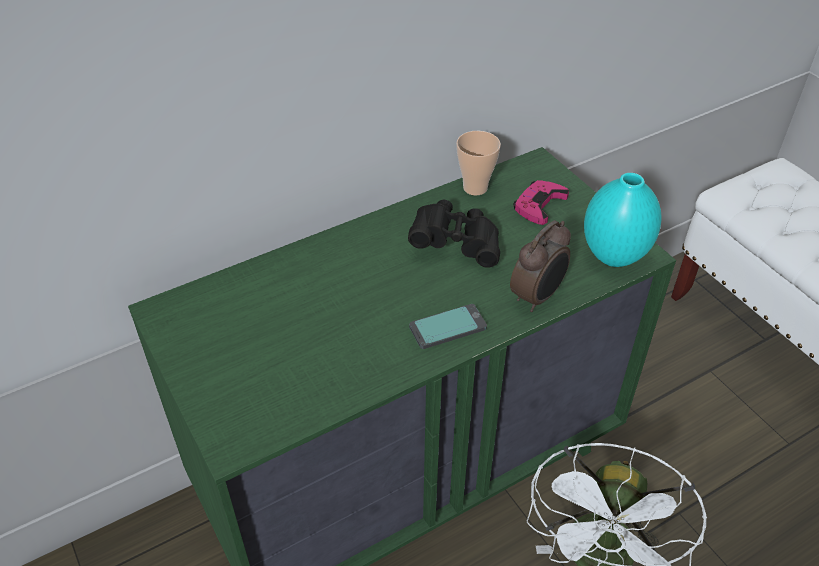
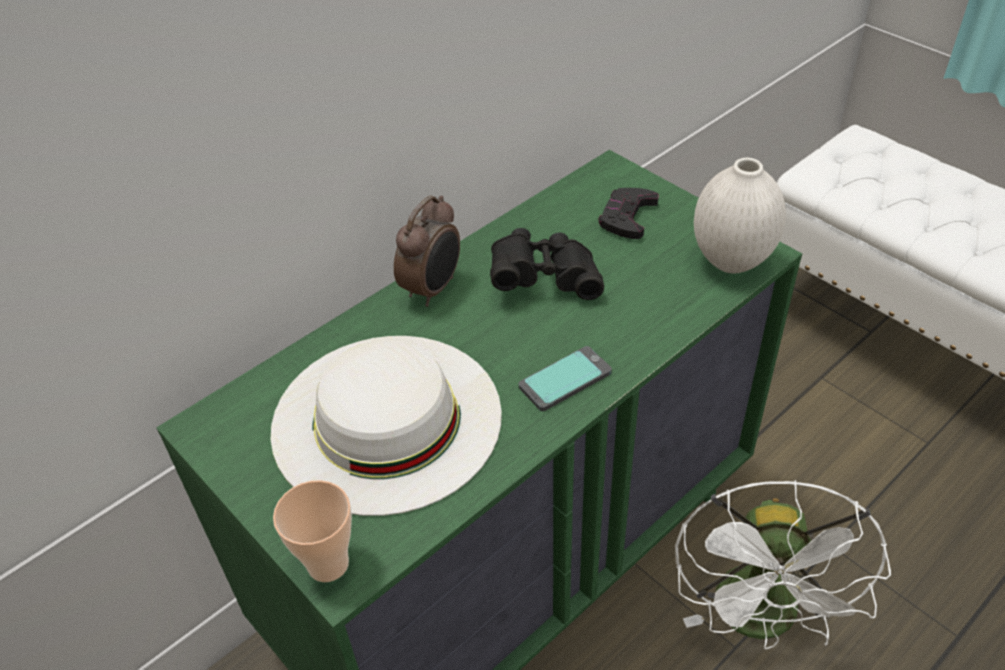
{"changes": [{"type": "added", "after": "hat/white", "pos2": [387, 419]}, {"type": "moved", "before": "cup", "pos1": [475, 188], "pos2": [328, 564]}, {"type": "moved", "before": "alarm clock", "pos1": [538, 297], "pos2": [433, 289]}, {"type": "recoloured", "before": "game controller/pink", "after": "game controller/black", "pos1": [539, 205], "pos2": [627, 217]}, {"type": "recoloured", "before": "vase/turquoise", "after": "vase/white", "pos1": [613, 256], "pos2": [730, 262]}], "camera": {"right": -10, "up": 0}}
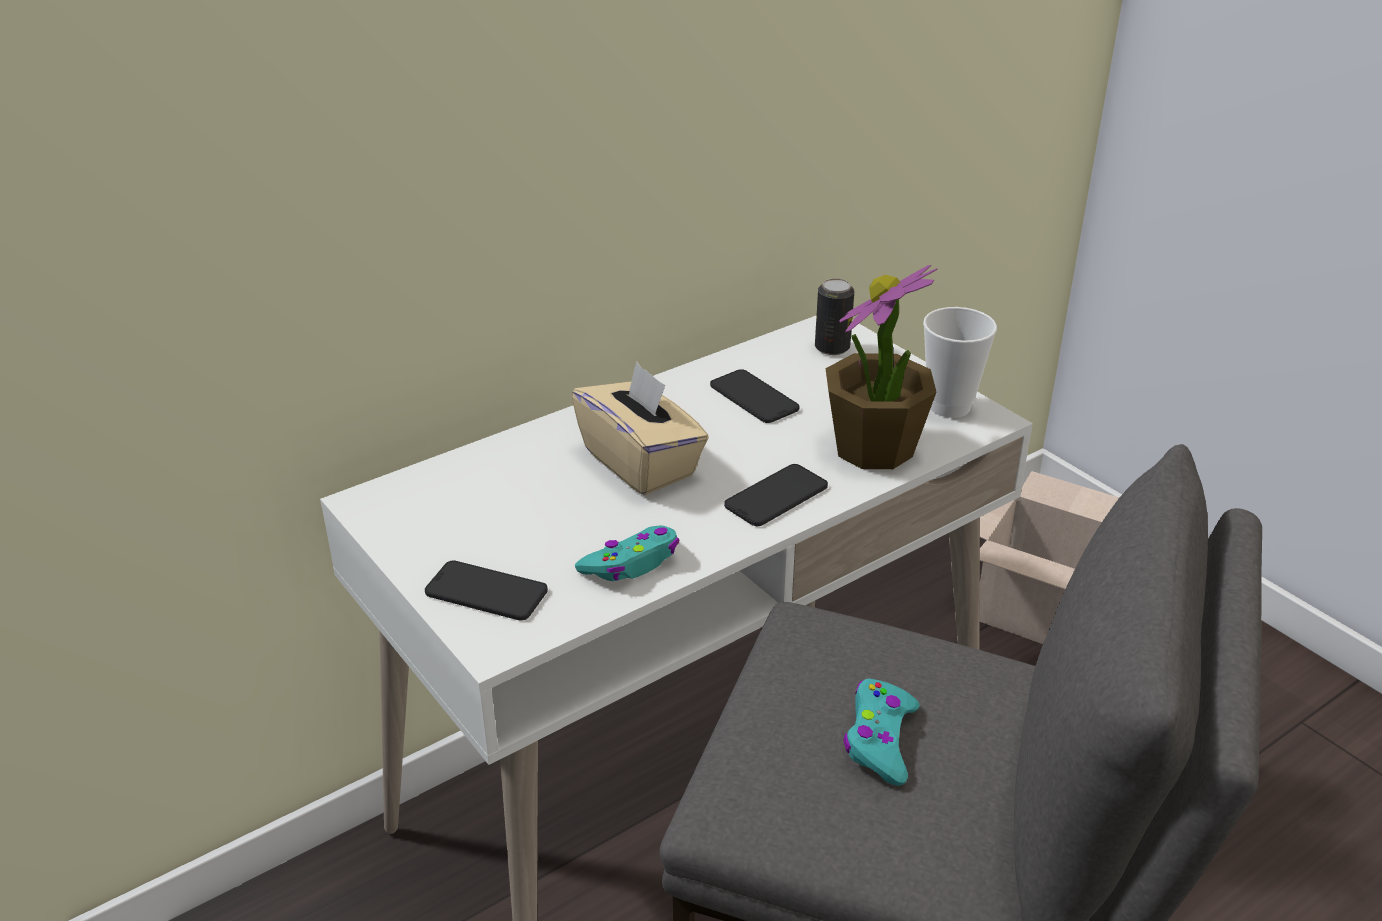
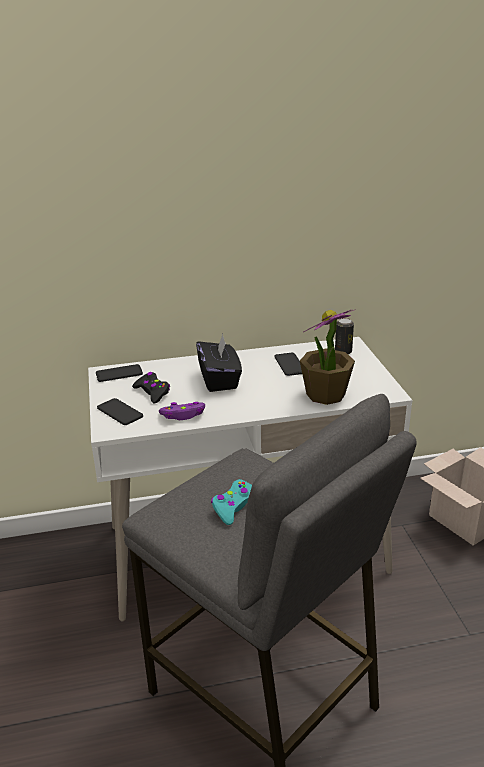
{"changes": [{"type": "moved", "before": "phone", "pos1": [776, 496], "pos2": [119, 374]}, {"type": "added", "after": "game controller/black", "pos2": [152, 392]}, {"type": "recoloured", "before": "game controller/turquoise", "after": "game controller/purple", "pos1": [632, 563], "pos2": [183, 415]}, {"type": "recoloured", "before": "tissue box/beige", "after": "tissue box/black", "pos1": [641, 463], "pos2": [219, 380]}, {"type": "removed", "before": "cup", "pos1": [949, 406]}], "camera": {"right": 25, "up": -5}}
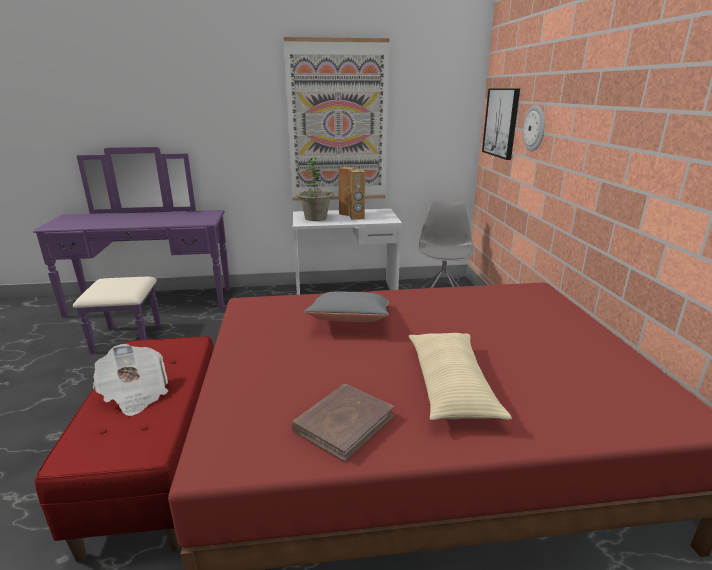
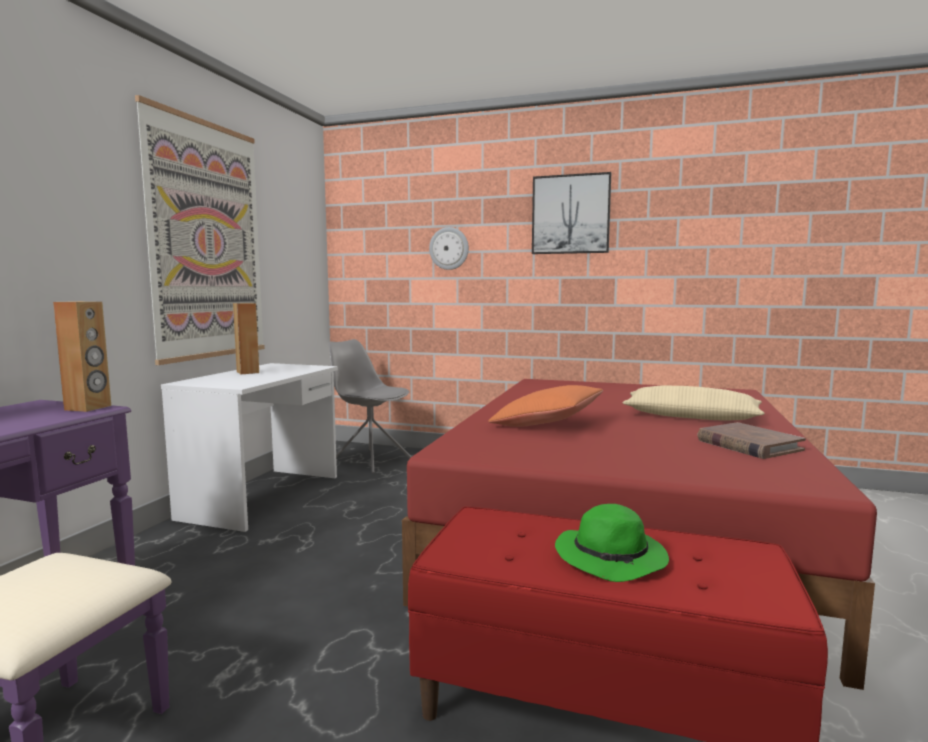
{"changes": [{"type": "moved", "before": "speaker/brown", "pos1": [357, 218], "pos2": [88, 408]}, {"type": "recoloured", "before": "pillow/grey", "after": "pillow/orange", "pos1": [350, 320], "pos2": [546, 424]}, {"type": "moved", "before": "picture", "pos1": [501, 122], "pos2": [570, 214]}, {"type": "replaced", "before": "newspaper", "after": "hat/green", "pos1": [135, 394], "pos2": [612, 558]}, {"type": "removed", "before": "potted plant", "pos1": [315, 218]}], "camera": {"right": -65, "up": -15}}
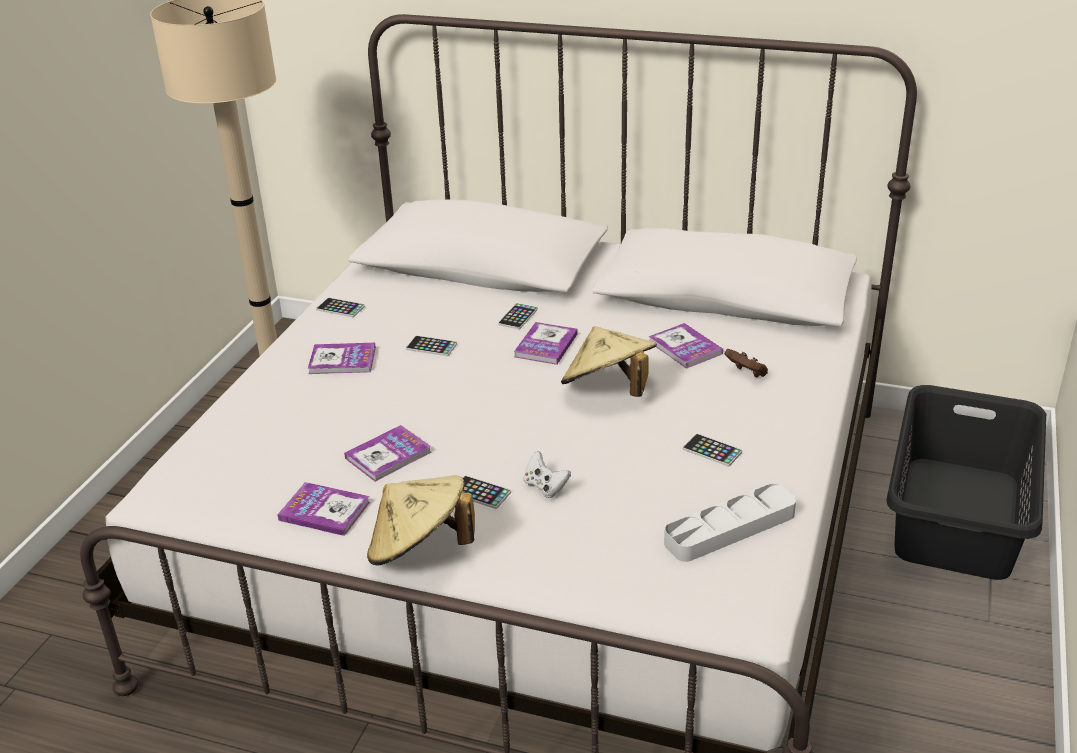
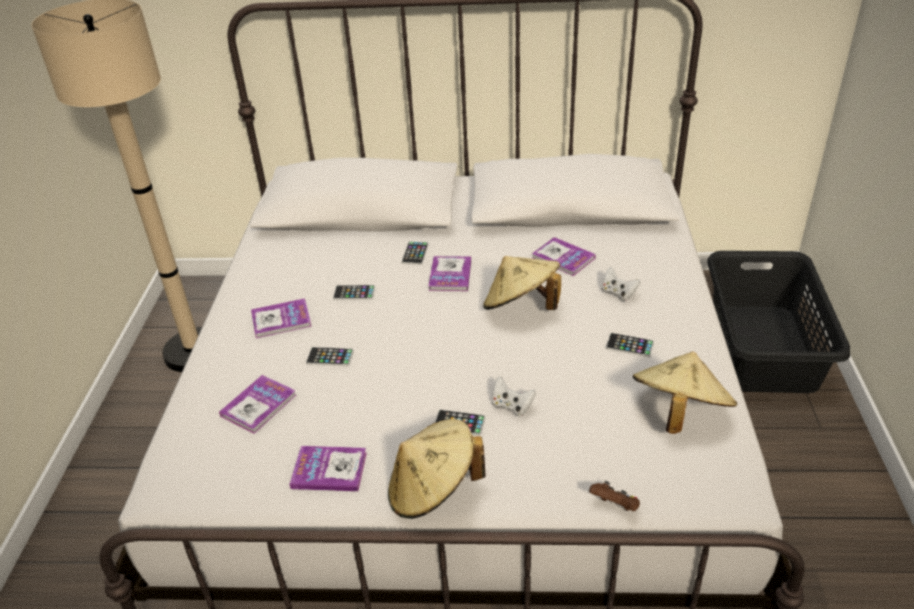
{"changes": [{"type": "moved", "before": "book", "pos1": [388, 455], "pos2": [258, 405]}, {"type": "moved", "before": "phone", "pos1": [340, 308], "pos2": [330, 357]}, {"type": "moved", "before": "game controller/brown", "pos1": [747, 373], "pos2": [615, 506]}, {"type": "added", "after": "game controller/white", "pos2": [618, 293]}, {"type": "replaced", "before": "tray/grey", "after": "hat/beige", "pos1": [730, 528], "pos2": [678, 413]}], "camera": {"right": -15, "up": 5}}
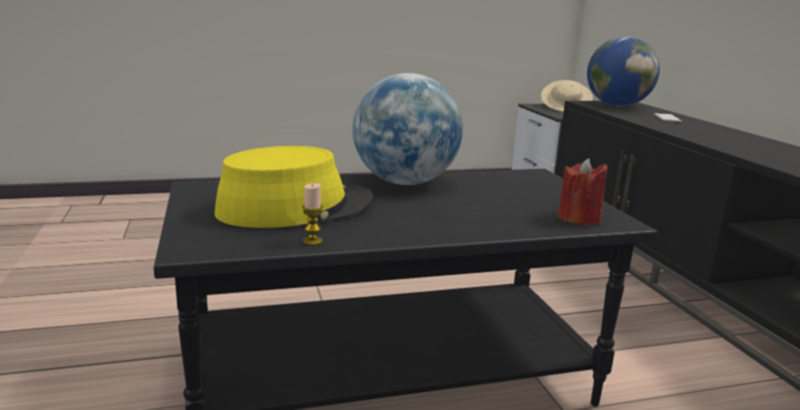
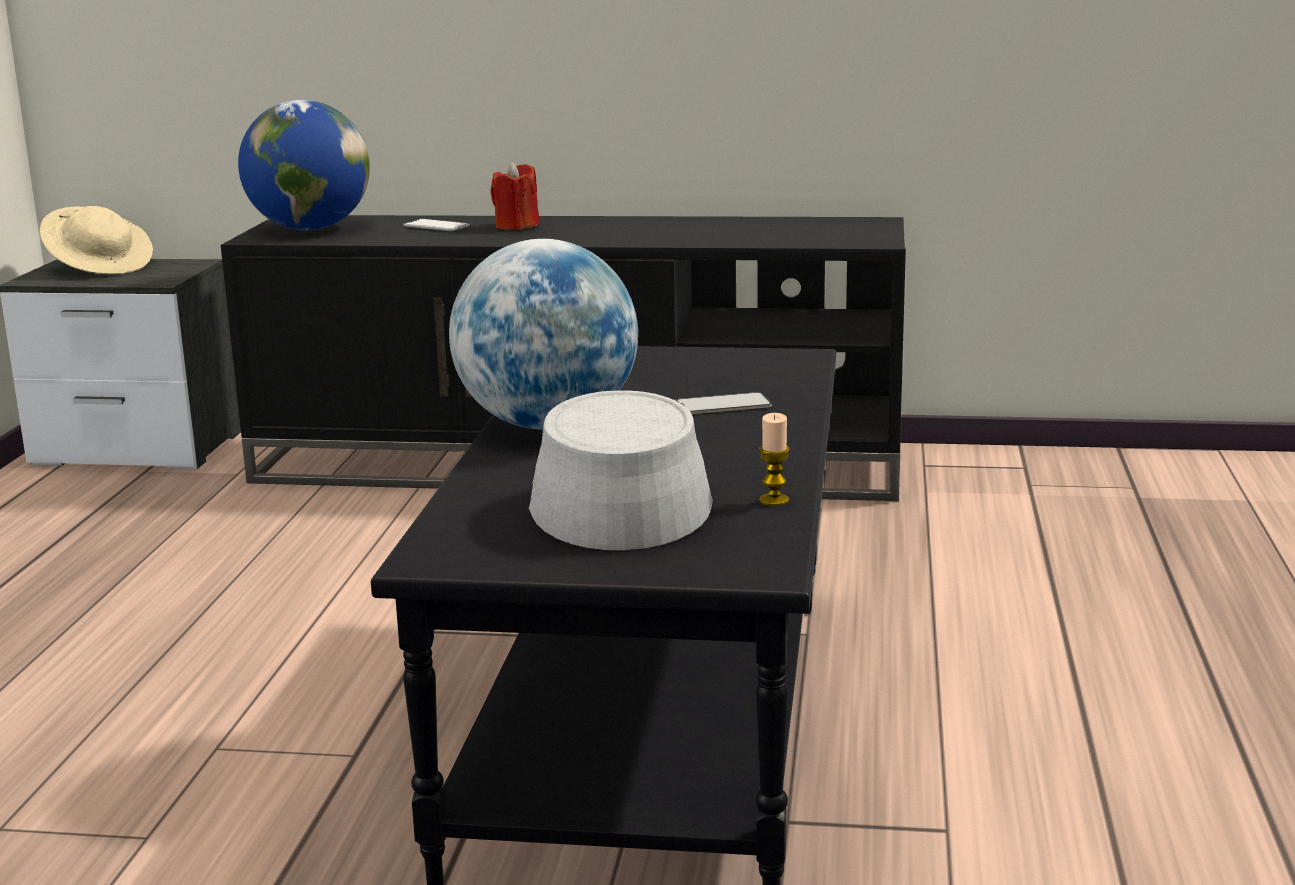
{"changes": [{"type": "moved", "before": "candle/red", "pos1": [579, 218], "pos2": [516, 226]}, {"type": "recoloured", "before": "hat/yellow", "after": "hat/grey", "pos1": [295, 207], "pos2": [618, 498]}, {"type": "added", "after": "phone", "pos2": [723, 404]}], "camera": {"right": -65, "up": 0}}
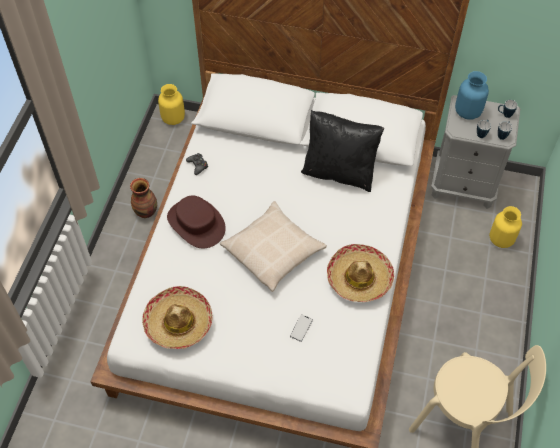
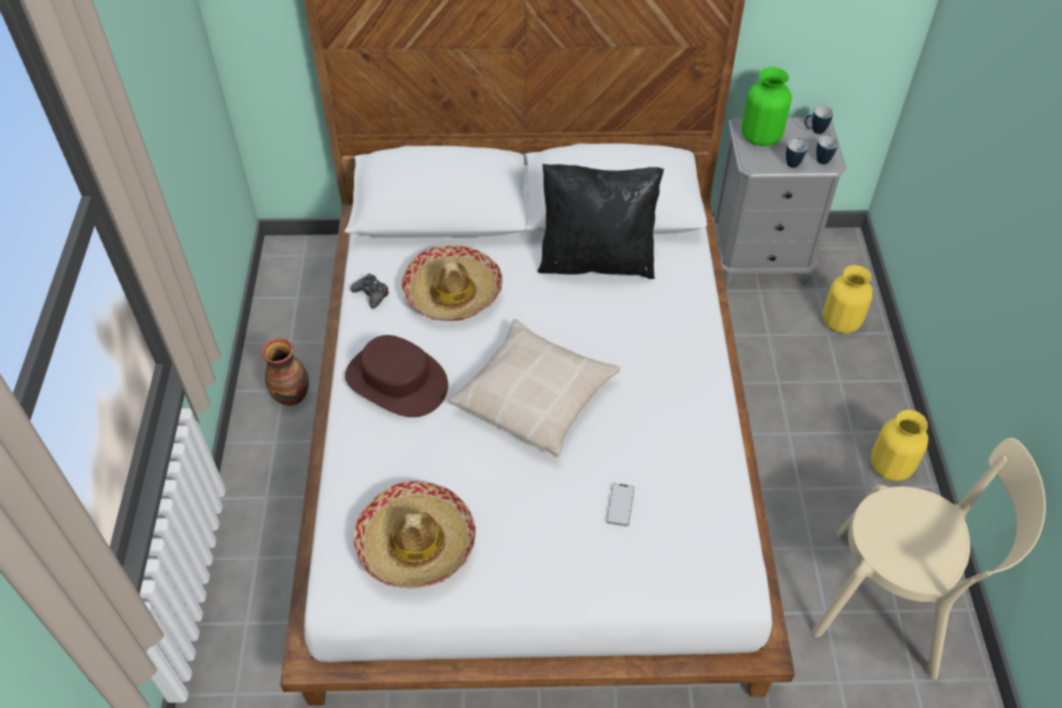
{"changes": [{"type": "moved", "before": "hat", "pos1": [359, 278], "pos2": [453, 292]}, {"type": "recoloured", "before": "vase/blue", "after": "vase/green", "pos1": [468, 111], "pos2": [761, 136]}, {"type": "moved", "before": "vase/yellow", "pos1": [173, 118], "pos2": [890, 466]}], "camera": {"right": -15, "up": -5}}
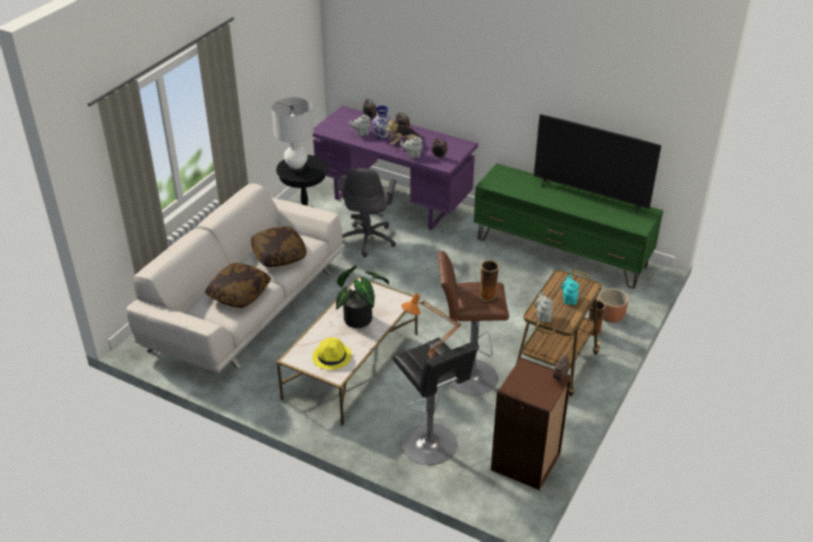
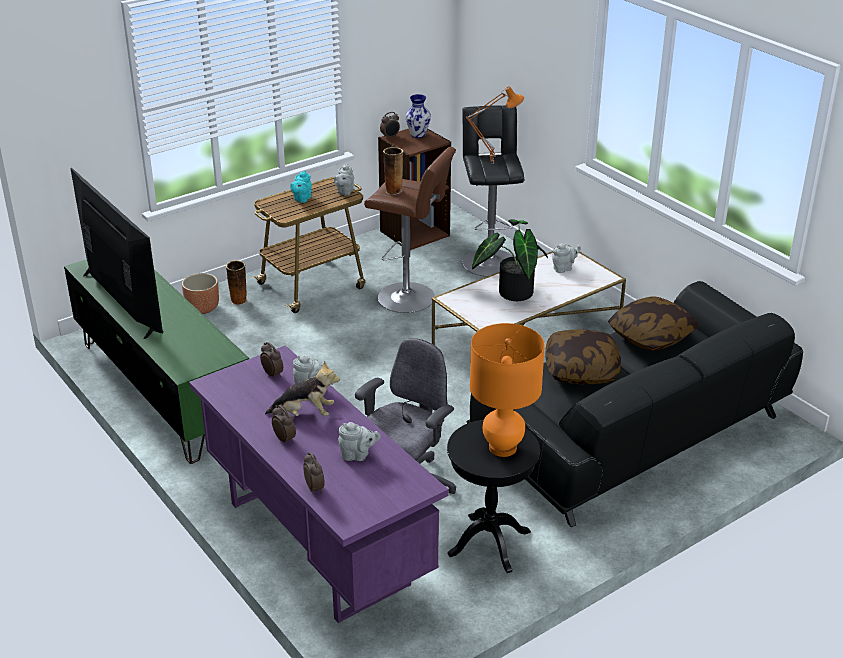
{"changes": [{"type": "moved", "before": "vase", "pos1": [382, 136], "pos2": [418, 134]}, {"type": "recoloured", "before": "sofa/white", "after": "sofa/black", "pos1": [246, 307], "pos2": [632, 436]}, {"type": "recoloured", "before": "table lamp/white", "after": "table lamp/orange", "pos1": [296, 168], "pos2": [502, 448]}, {"type": "replaced", "before": "hat/yellow", "after": "teapot/grey", "pos1": [332, 356], "pos2": [564, 268]}], "camera": {"right": -155, "up": -5}}
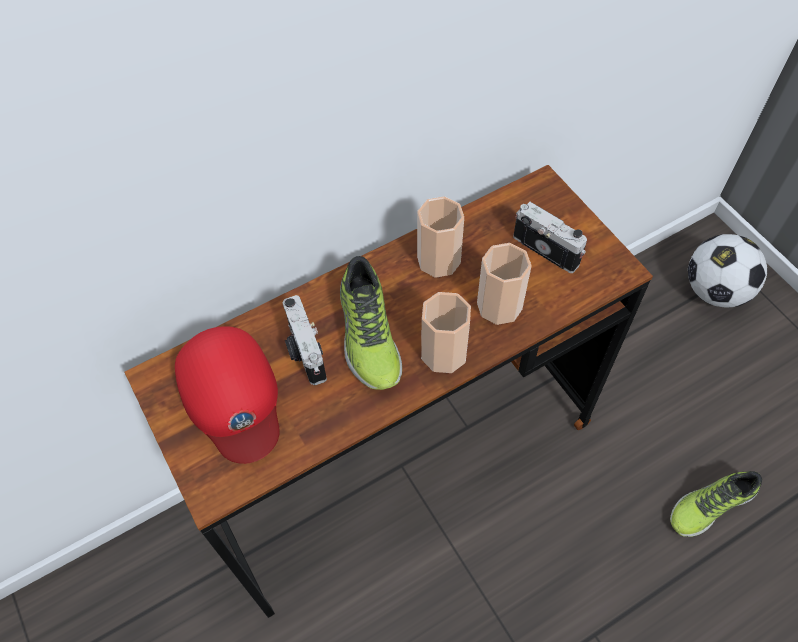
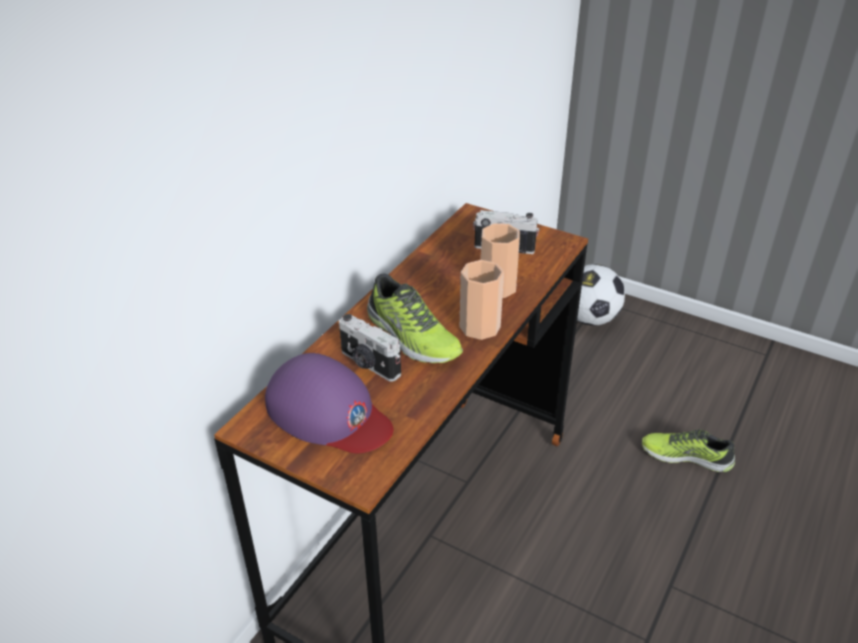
{"changes": [{"type": "recoloured", "before": "cap/red", "after": "cap/purple", "pos1": [232, 396], "pos2": [328, 413]}, {"type": "turned", "before": "shoe", "pos1": [710, 505], "pos2": [686, 455], "turn": 75}, {"type": "removed", "before": "cup", "pos1": [438, 260]}], "camera": {"right": -30, "up": -20}}
